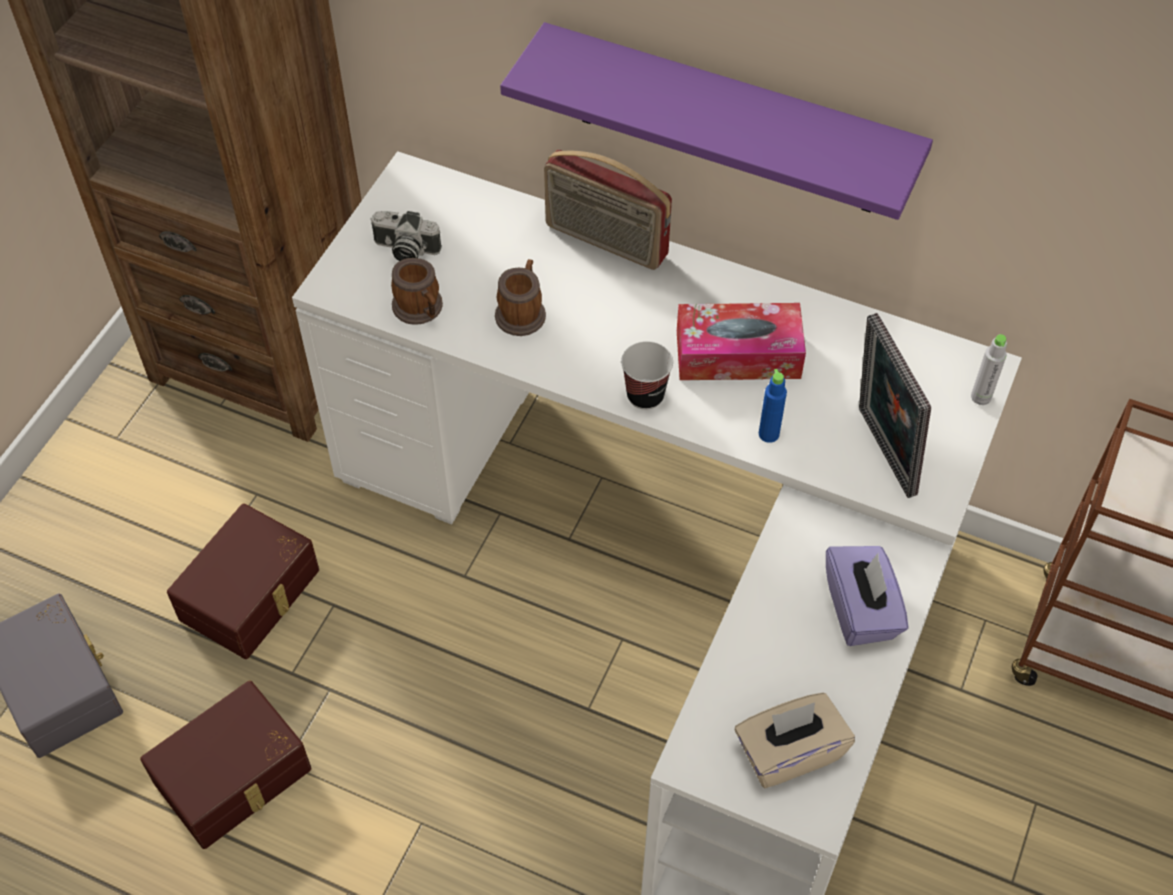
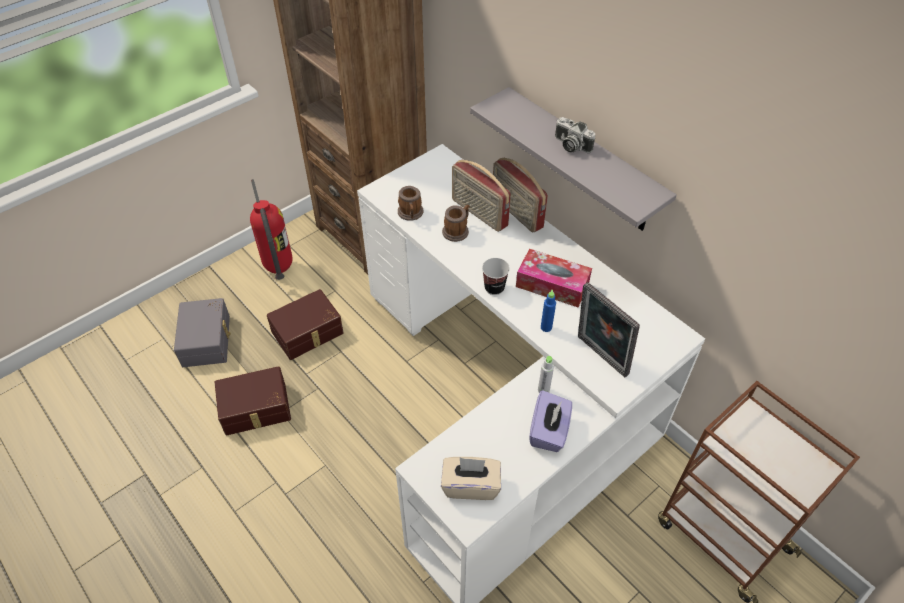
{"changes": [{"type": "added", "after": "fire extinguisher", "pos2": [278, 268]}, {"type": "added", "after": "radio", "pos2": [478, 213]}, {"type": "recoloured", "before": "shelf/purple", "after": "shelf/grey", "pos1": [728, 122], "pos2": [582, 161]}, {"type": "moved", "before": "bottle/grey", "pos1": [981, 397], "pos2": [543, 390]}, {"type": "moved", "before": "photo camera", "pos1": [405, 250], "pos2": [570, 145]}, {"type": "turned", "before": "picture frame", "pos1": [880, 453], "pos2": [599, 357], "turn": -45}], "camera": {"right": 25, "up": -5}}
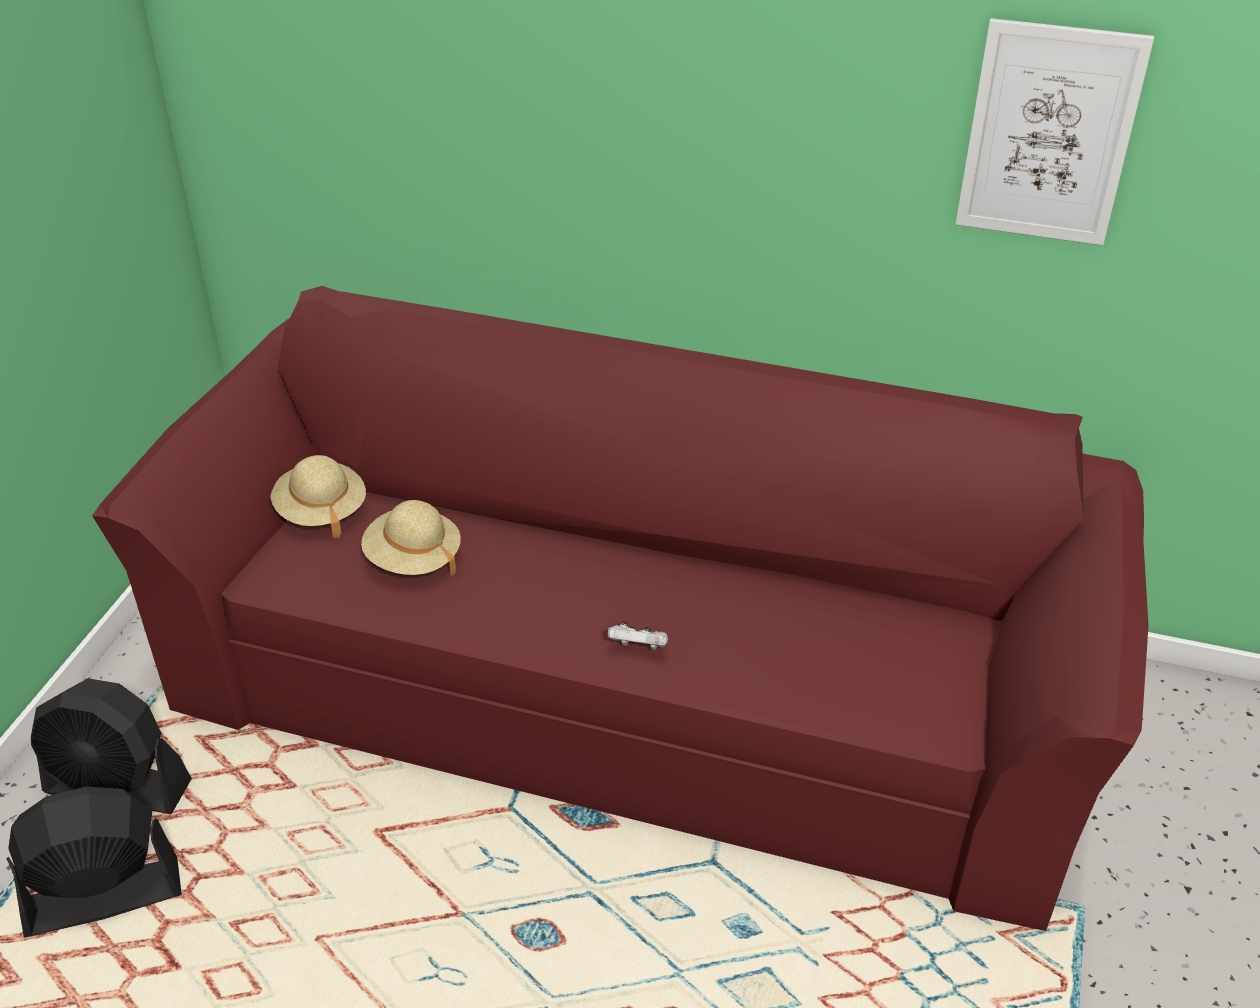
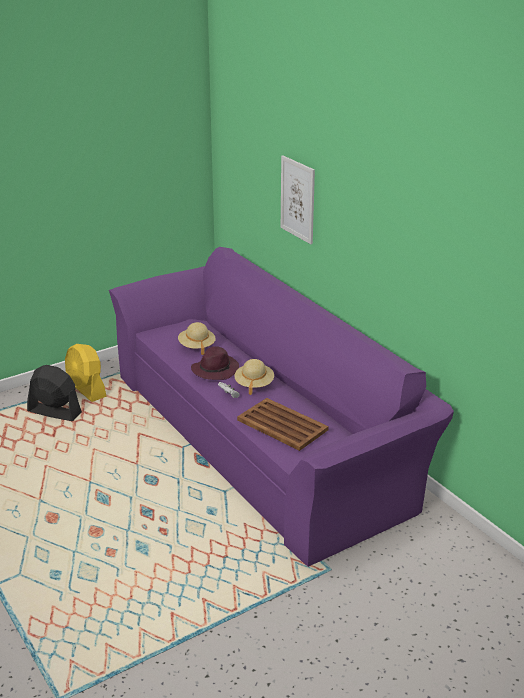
{"changes": [{"type": "recoloured", "before": "fan/black", "after": "fan/yellow", "pos1": [118, 787], "pos2": [86, 389]}, {"type": "recoloured", "before": "sofa/red", "after": "sofa/purple", "pos1": [632, 681], "pos2": [264, 435]}, {"type": "added", "after": "hat/purple", "pos2": [215, 369]}, {"type": "moved", "before": "hat/beige", "pos1": [321, 511], "pos2": [254, 384]}, {"type": "added", "after": "tray/brown", "pos2": [283, 425]}, {"type": "moved", "before": "picture", "pos1": [1049, 134], "pos2": [297, 199]}], "camera": {"right": 40, "up": -10}}
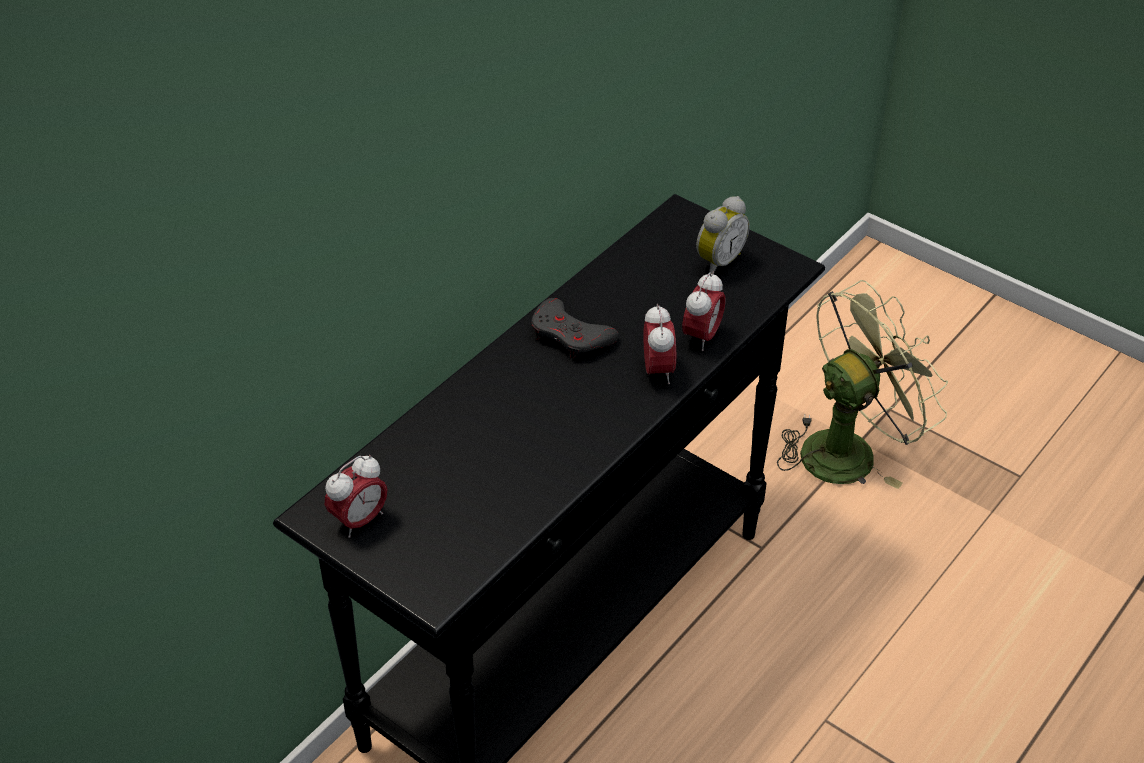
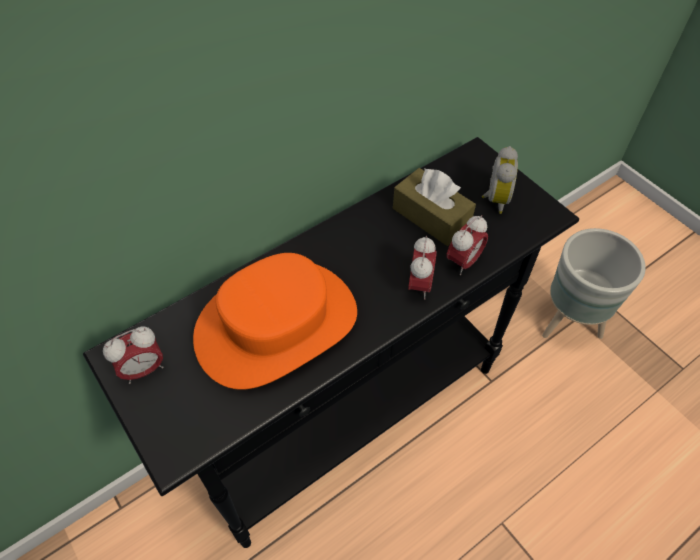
{"changes": [{"type": "added", "after": "hat/orange", "pos2": [276, 324]}, {"type": "added", "after": "tissue box/brown", "pos2": [431, 216]}, {"type": "turned", "before": "alarm clock", "pos1": [717, 262], "pos2": [494, 199], "turn": -45}, {"type": "replaced", "before": "fan/green", "after": "planter/grey", "pos1": [848, 449], "pos2": [568, 322]}, {"type": "removed", "before": "game controller/grey", "pos1": [570, 336]}], "camera": {"right": 15, "up": 10}}
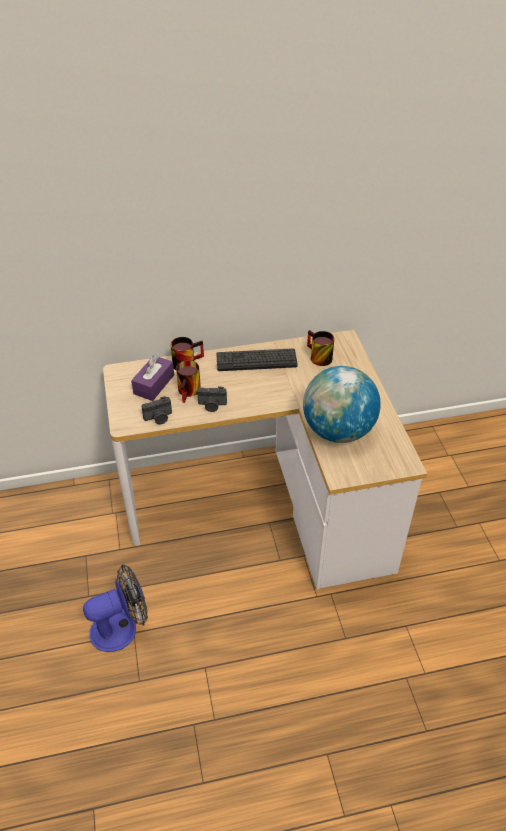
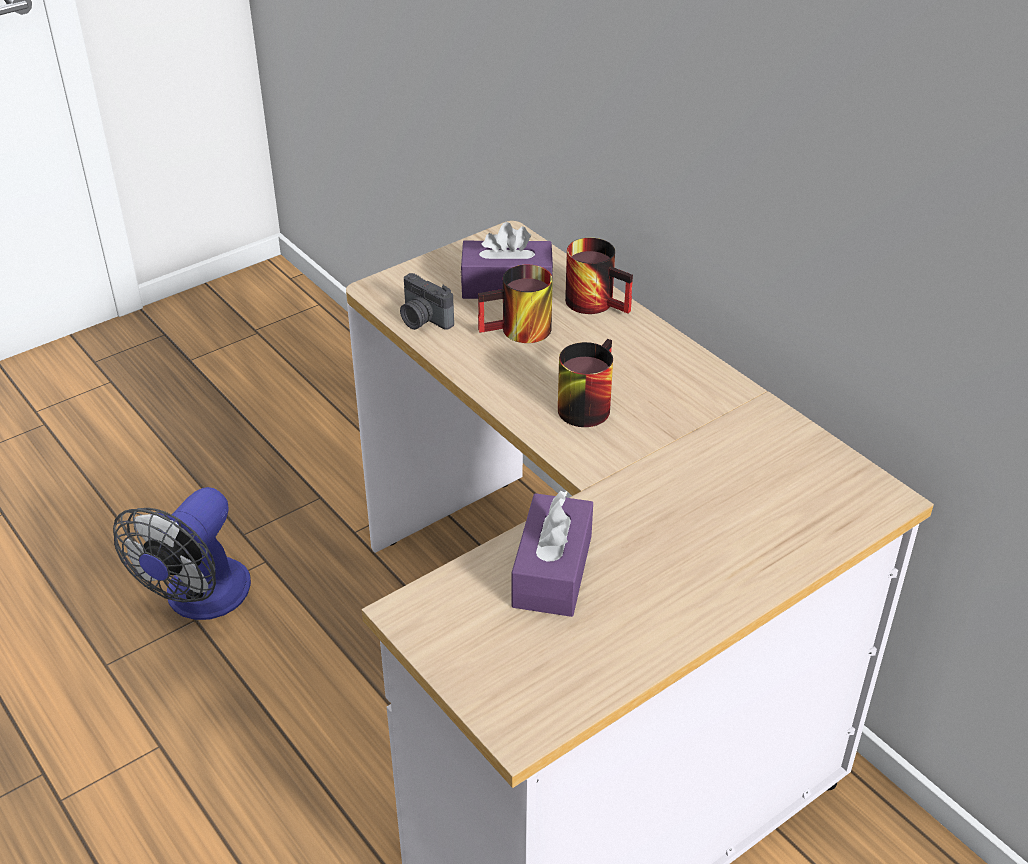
{"changes": [{"type": "turned", "before": "fan", "pos1": [121, 627], "pos2": [199, 600], "turn": 75}, {"type": "replaced", "before": "globe", "after": "tissue box/purple", "pos1": [338, 430], "pos2": [552, 571]}, {"type": "moved", "before": "mug", "pos1": [317, 357], "pos2": [583, 403]}, {"type": "removed", "before": "photo camera", "pos1": [212, 405]}, {"type": "removed", "before": "keyboard", "pos1": [256, 360]}], "camera": {"right": 65, "up": -5}}
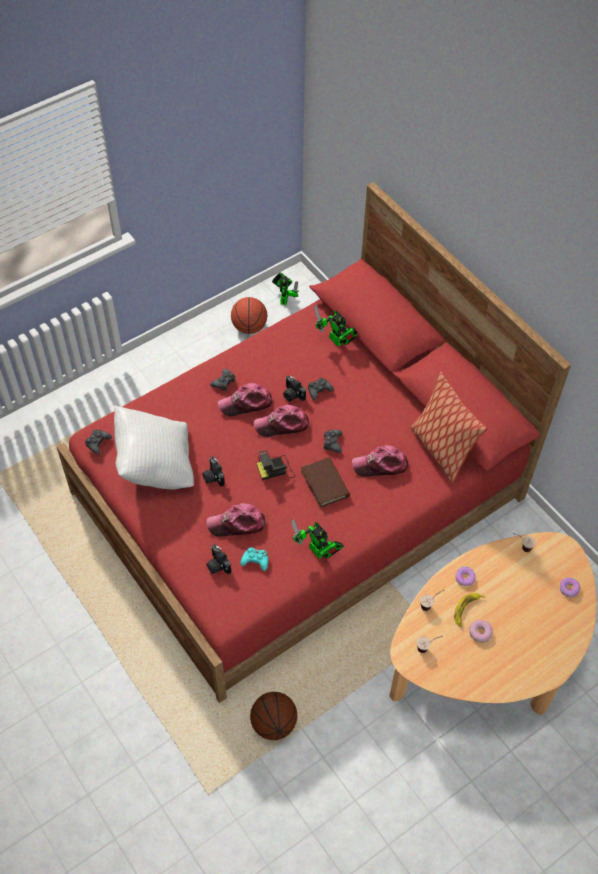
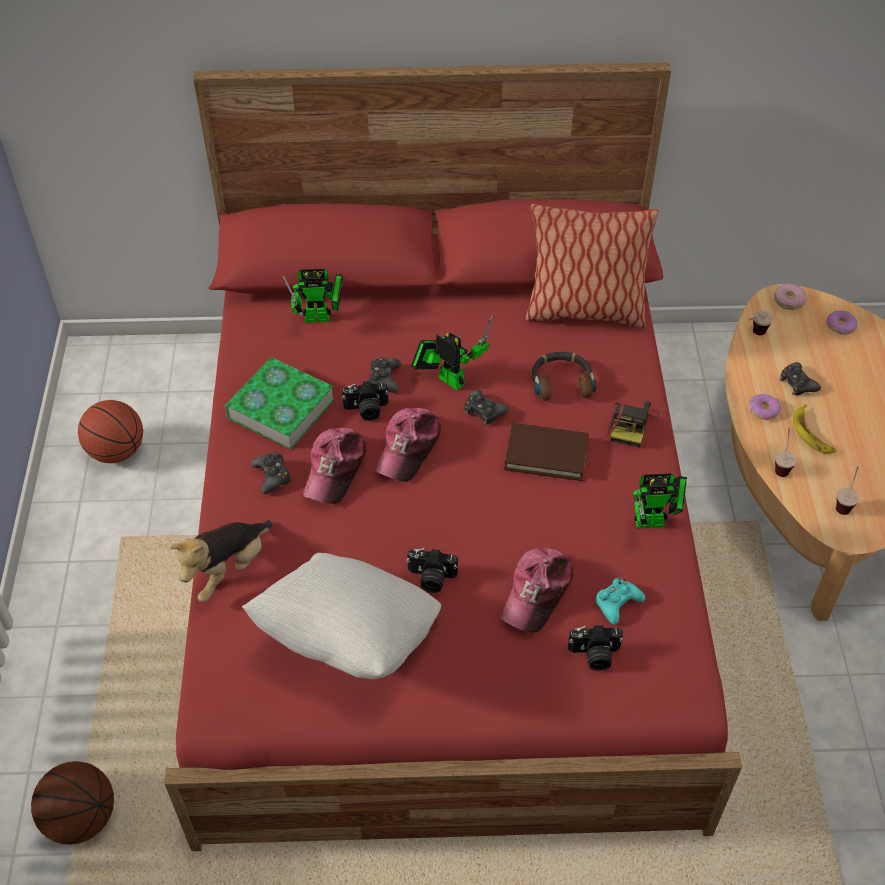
{"changes": [{"type": "moved", "before": "basketball", "pos1": [273, 723], "pos2": [80, 818]}, {"type": "added", "after": "plush toy", "pos2": [227, 570]}, {"type": "added", "after": "book", "pos2": [281, 408]}, {"type": "moved", "before": "toy robot", "pos1": [284, 298], "pos2": [448, 378]}, {"type": "replaced", "before": "cap", "after": "headphones", "pos1": [380, 465], "pos2": [561, 382]}, {"type": "moved", "before": "photo camera", "pos1": [276, 469], "pos2": [631, 424]}, {"type": "moved", "before": "donut", "pos1": [480, 633], "pos2": [789, 300]}, {"type": "moved", "before": "game controller/black", "pos1": [98, 443], "pos2": [797, 383]}], "camera": {"right": -55, "up": -5}}
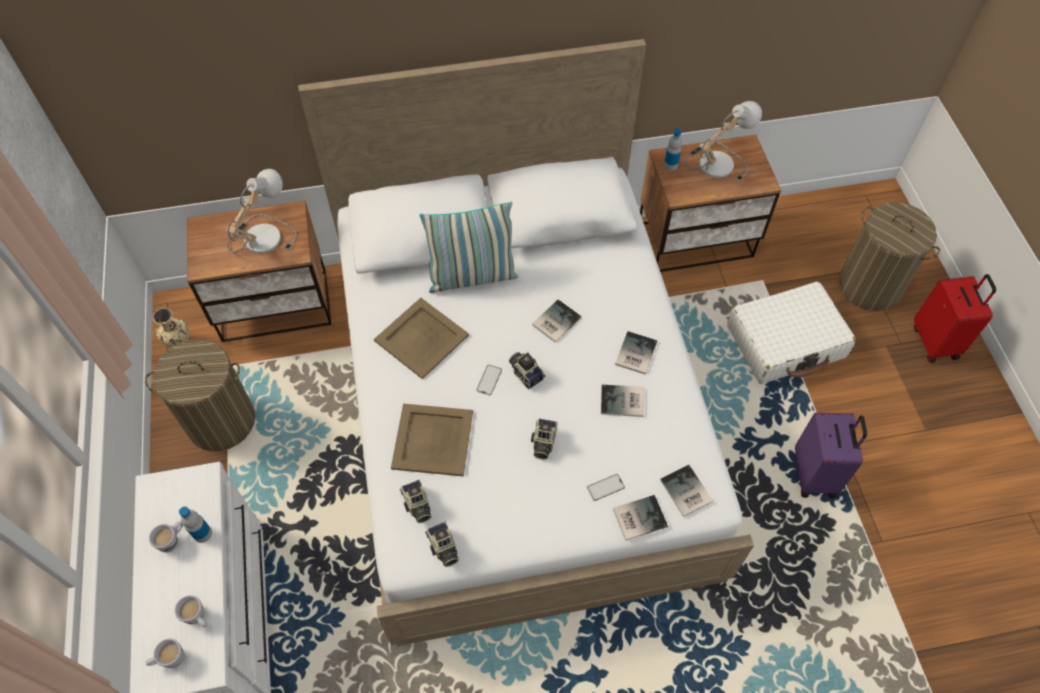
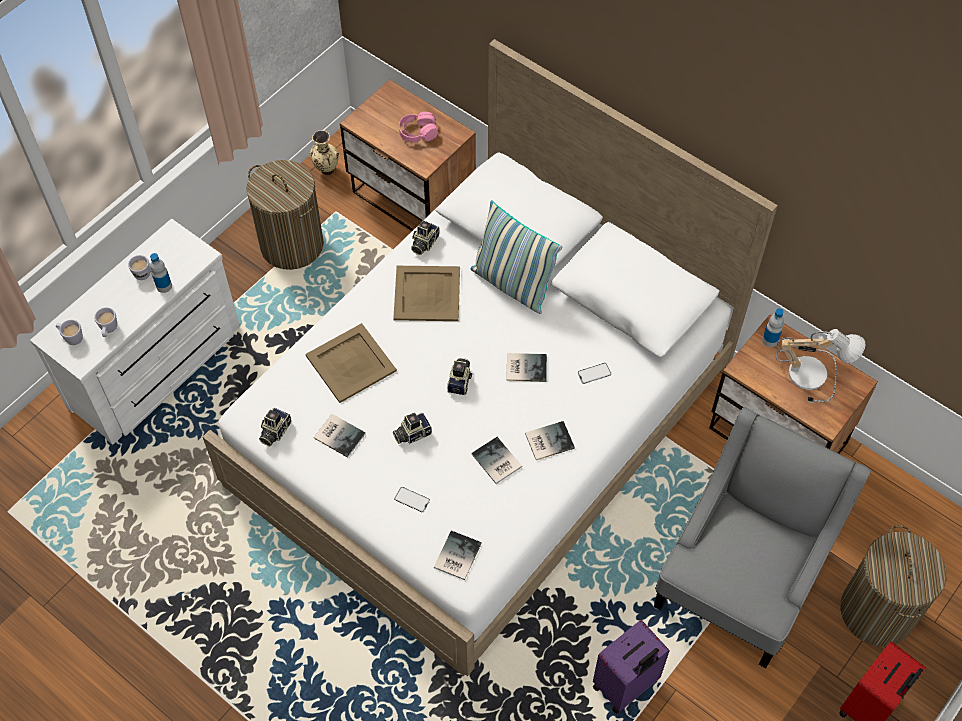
{"changes": [{"type": "moved", "before": "book", "pos1": [638, 517], "pos2": [339, 434]}, {"type": "replaced", "before": "table lamp", "after": "headphones/pink", "pos1": [261, 236], "pos2": [418, 132]}, {"type": "moved", "before": "photo camera", "pos1": [417, 506], "pos2": [423, 243]}, {"type": "moved", "before": "phone", "pos1": [489, 380], "pos2": [594, 373]}, {"type": "replaced", "before": "suitcase/white", "after": "armchair/grey", "pos1": [786, 342], "pos2": [741, 578]}], "camera": {"right": 50, "up": 0}}
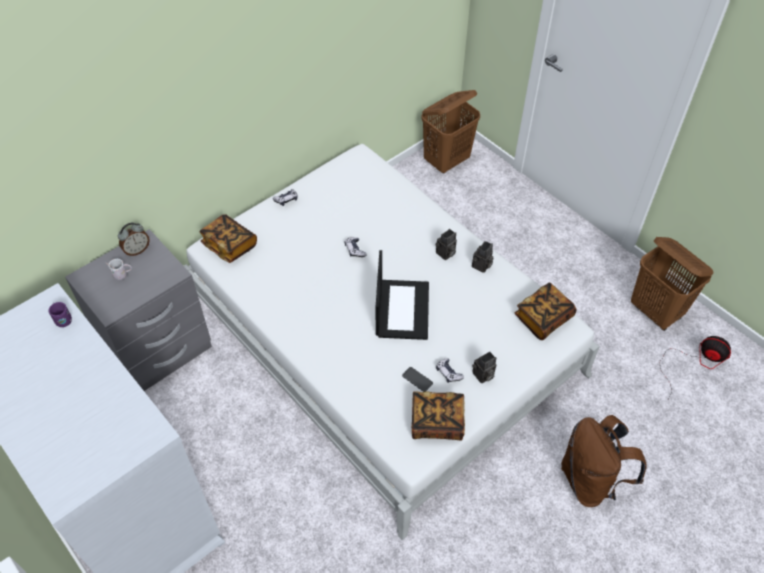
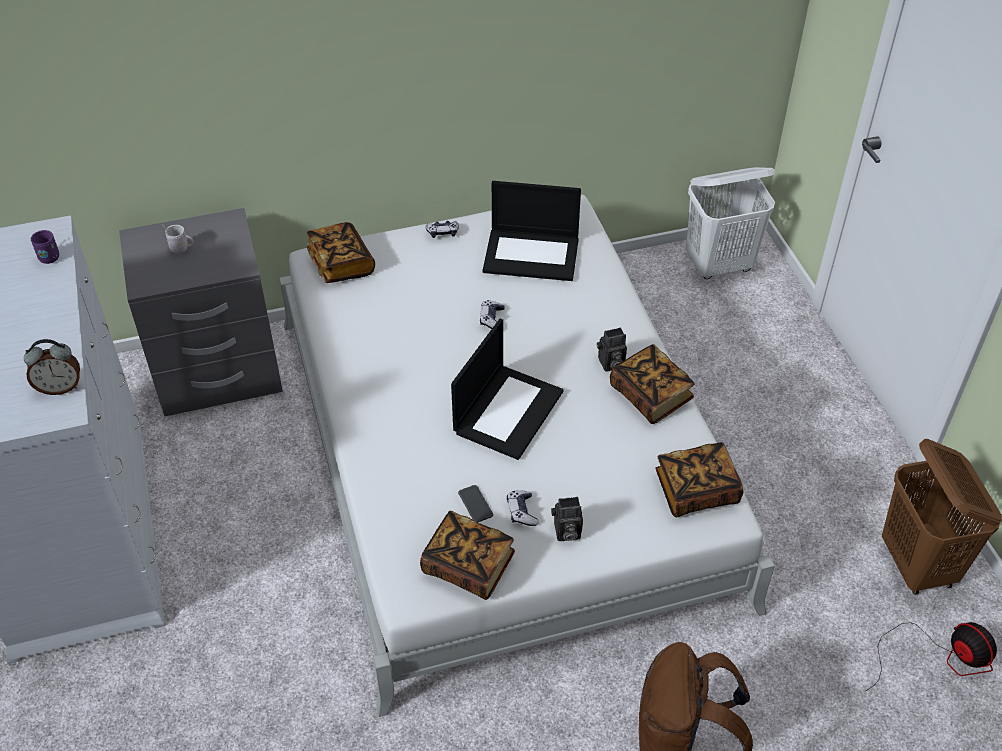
{"changes": [{"type": "moved", "before": "alarm clock", "pos1": [137, 250], "pos2": [60, 387]}, {"type": "added", "after": "laptop", "pos2": [532, 254]}, {"type": "replaced", "before": "photo camera", "after": "book", "pos1": [481, 266], "pos2": [650, 396]}, {"type": "recoloured", "before": "laundry basket/brown", "after": "laundry basket/white", "pos1": [447, 161], "pos2": [719, 265]}], "camera": {"right": 25, "up": -5}}
